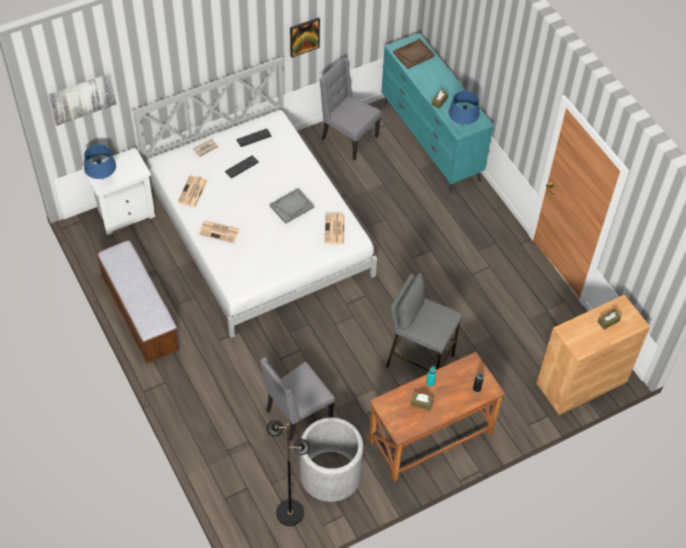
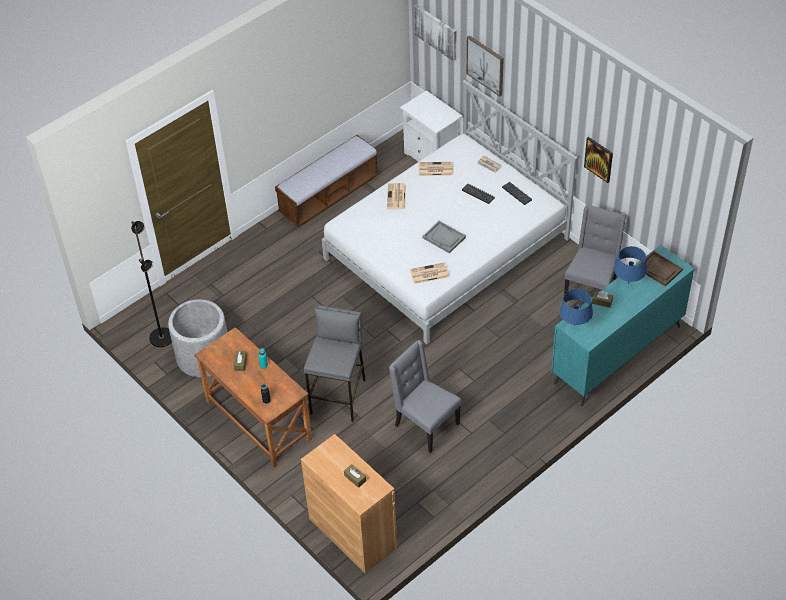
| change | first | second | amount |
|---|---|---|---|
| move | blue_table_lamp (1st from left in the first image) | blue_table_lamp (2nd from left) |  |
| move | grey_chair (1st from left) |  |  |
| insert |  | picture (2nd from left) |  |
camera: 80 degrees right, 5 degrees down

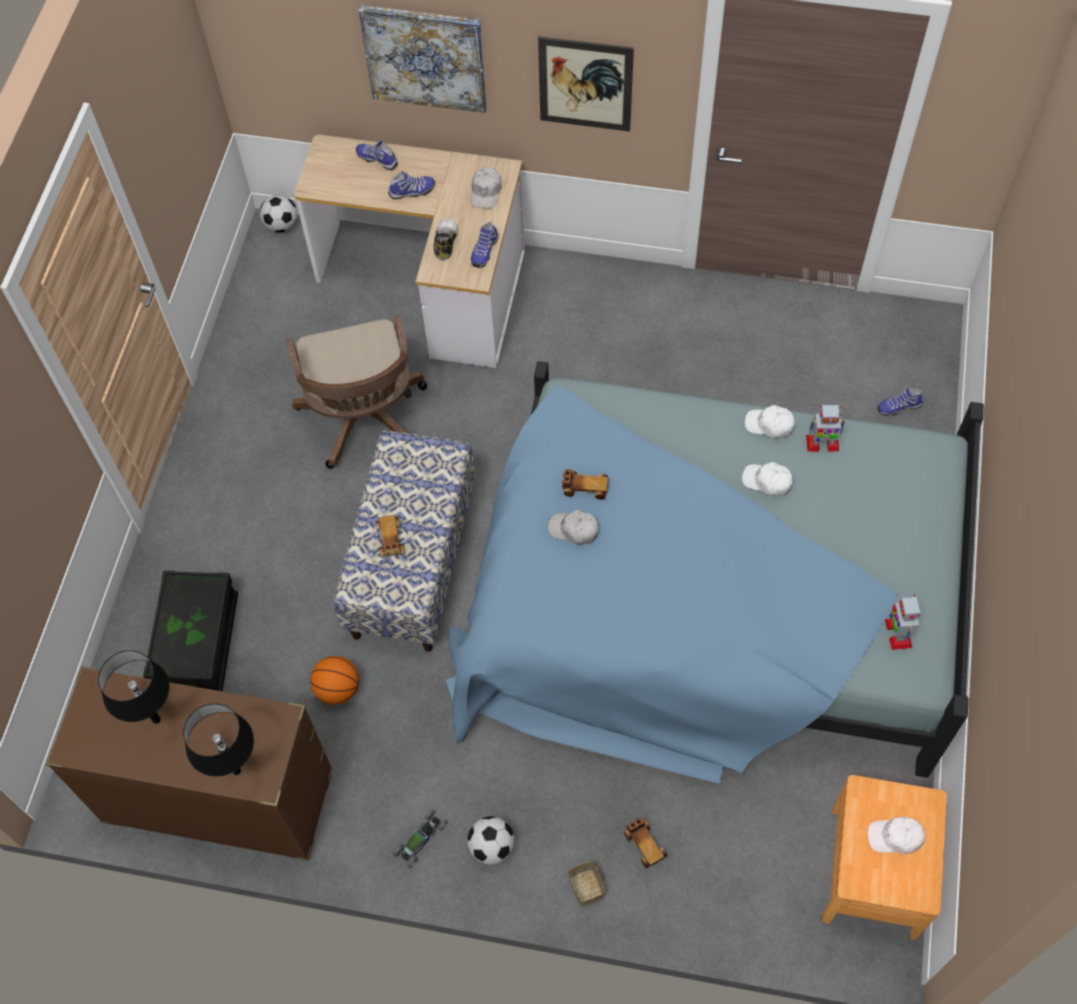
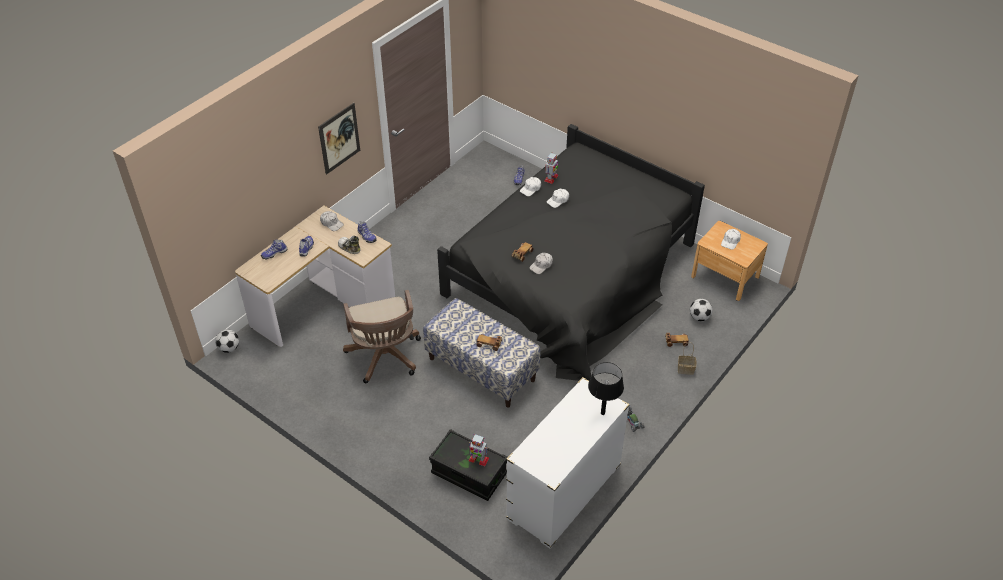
| change | first | second | amount |
|---|---|---|---|
| delete | picture (1st from left) |  |  |
| rotate | brown_office_chair |  | 60 degrees clockwise |
| recolor | blue_bed | black_bed |  |
| move | toy_robot (2nd from left in the first image) | toy_robot (1st from left) |  |
| delete | black_table_lamp (1st from left) |  |  |
| delete | basketball |  |  |
| recolor | brown_dresser | white_dresser |  |
| move | football (2nd from left) |  |  |
camera: 65 degrees left, 15 degrees down

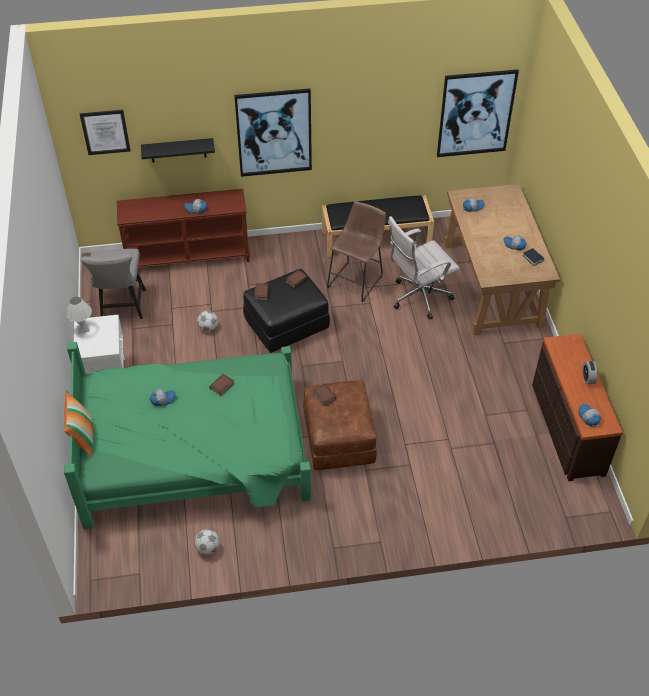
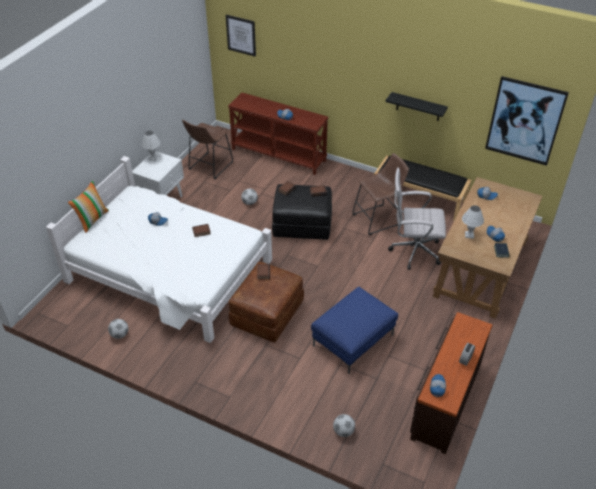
| change | first | second | amount |
|---|---|---|---|
| delete | picture (2nd from left) |  |  |
| move | black_shelf |  |  |
| replace | grey_chair | brown_stool (1st from left) |  |
| recolor | green_bed | white_bed |  |
| insert |  | white_table_lamp (2nd from left) |  |
| insert |  | blue_ottoman |  |
| insert |  | football (3rd from left) |  |
camera: 35 degrees right, 5 degrees down

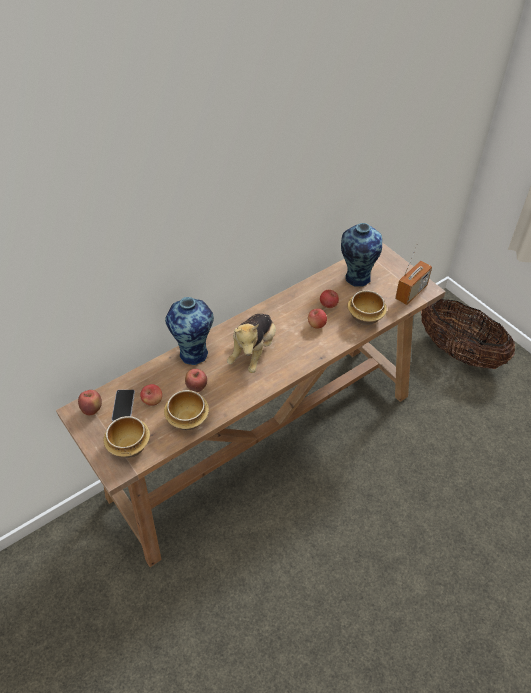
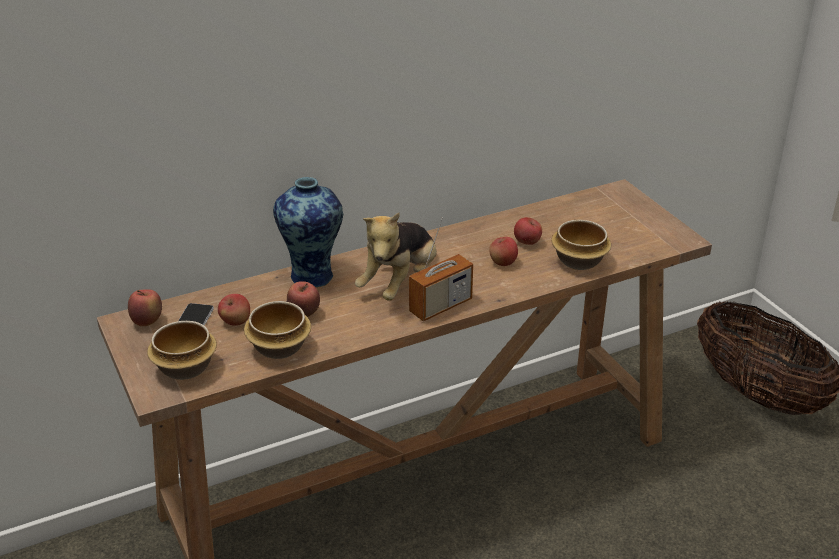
| change | first | second | amount |
|---|---|---|---|
| delete | vase (2nd from left) |  |  |
| move | radio |  |  |
camera: 10 degrees right, 15 degrees down

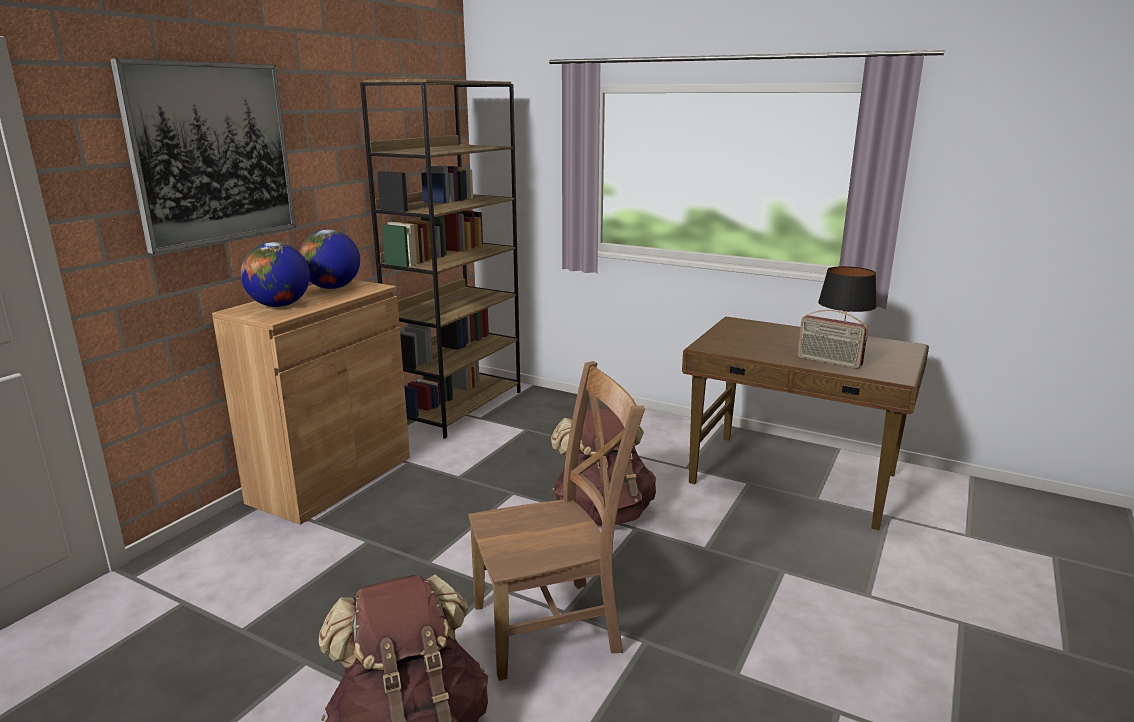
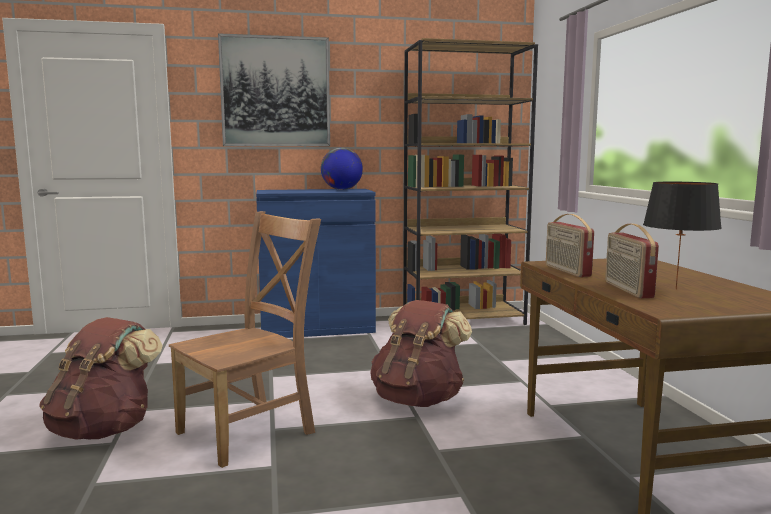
| change | first | second | amount |
|---|---|---|---|
| delete | globe (1st from left) |  |  |
| recolor | brown_cabinet | blue_cabinet |  |
| rotate | brown_chair |  | 75 degrees counterclockwise |
| insert |  | radio (1st from left) |  |
camera: 50 degrees right, 10 degrees down

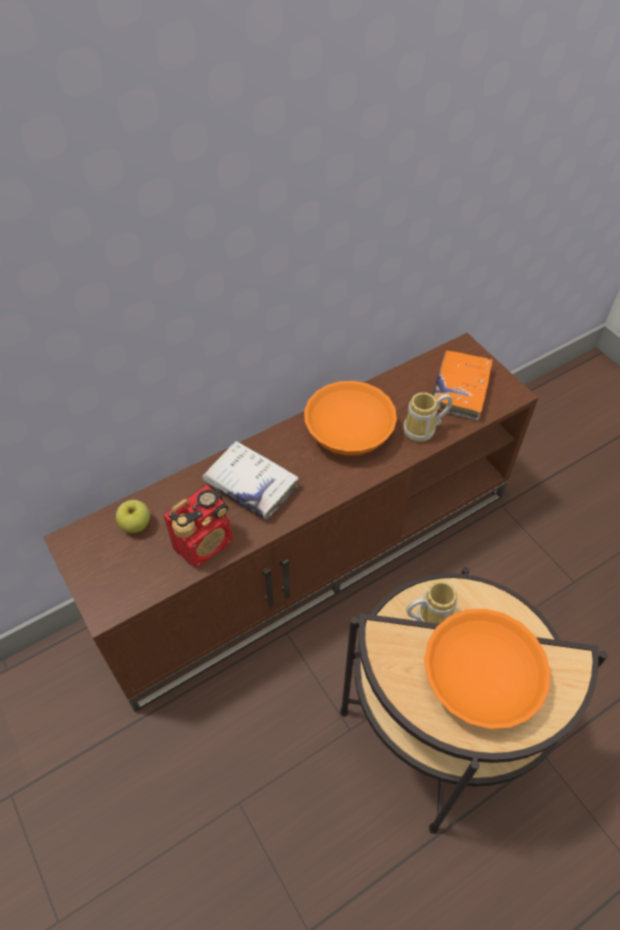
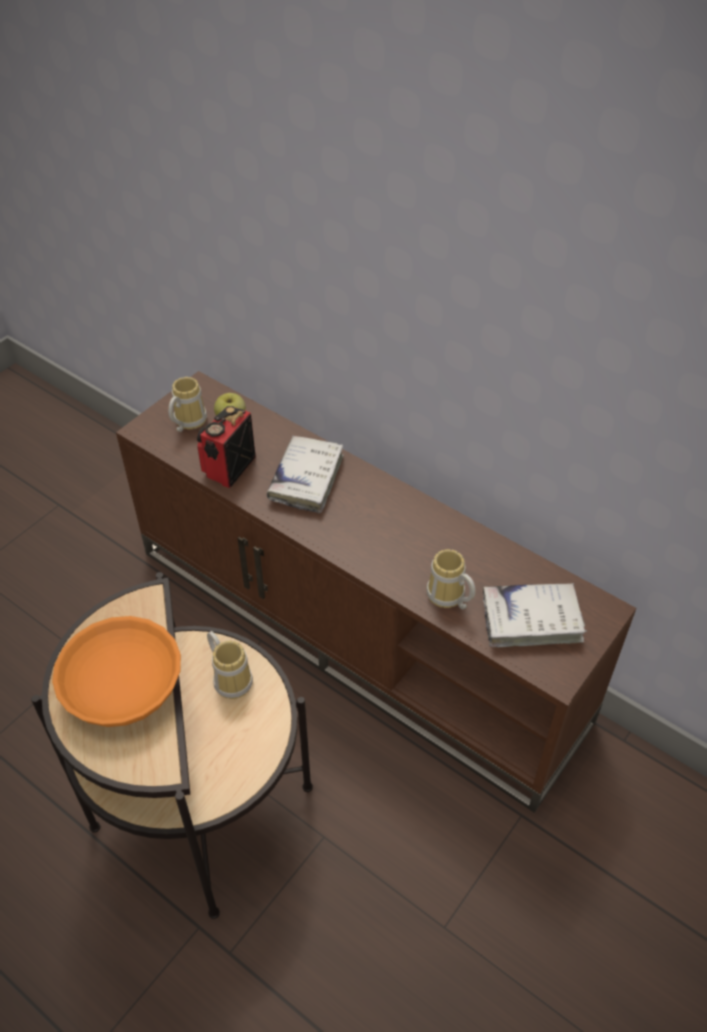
| change | first | second | amount |
|---|---|---|---|
| recolor | orange_book | white_book (2nd from left) |  |
| delete | orange_bowl (1st from left) |  |  |
| rotate | radio |  | 90 degrees clockwise |
| insert |  | mug (1st from left) |  |
camera: 70 degrees right, 5 degrees down

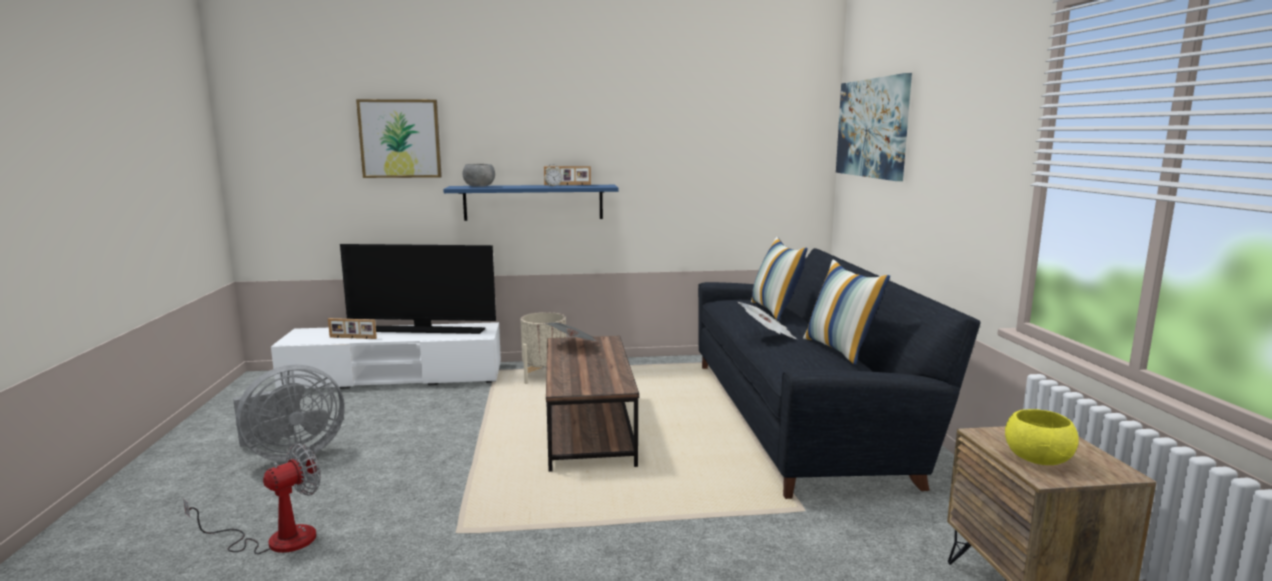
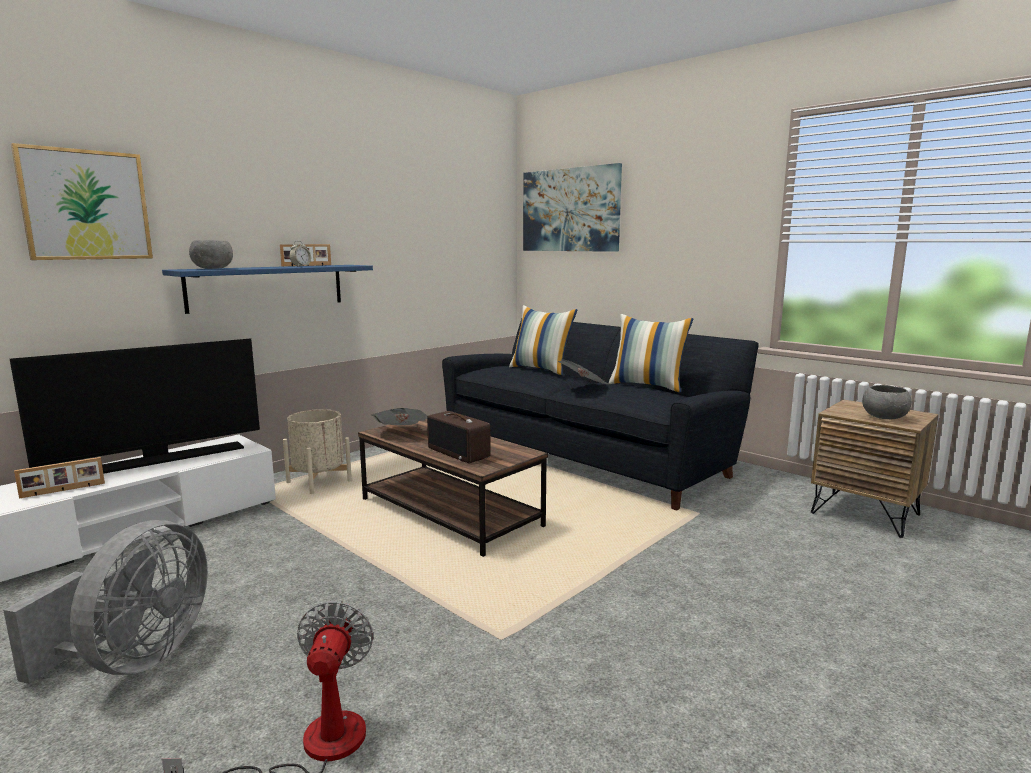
| change | first | second | amount |
|---|---|---|---|
| recolor | yellow_bowl | grey_bowl (2nd from left) |  |
| insert |  | radio |  |
camera: 40 degrees left, 0 degrees up

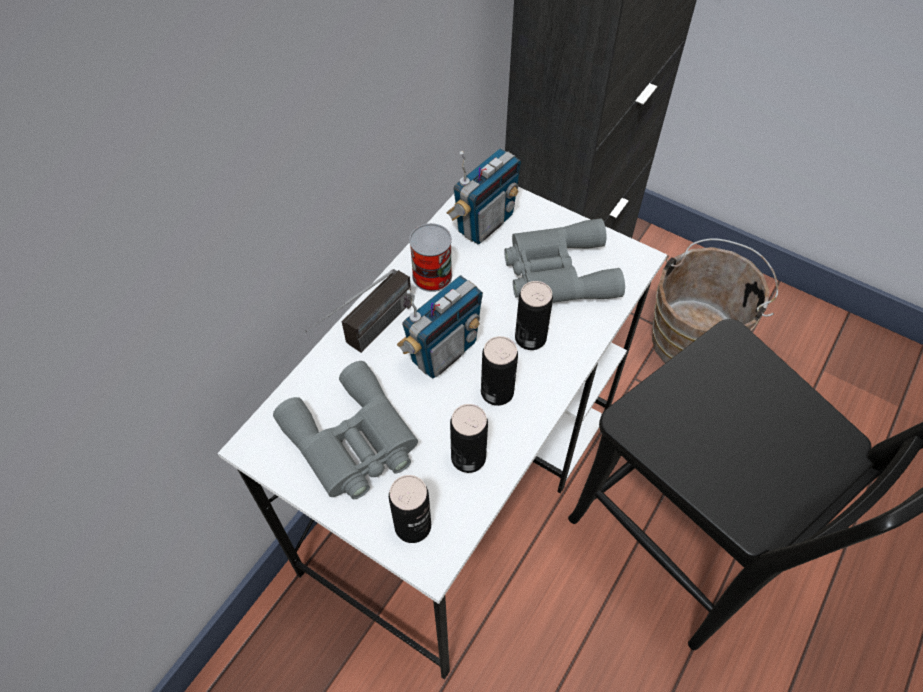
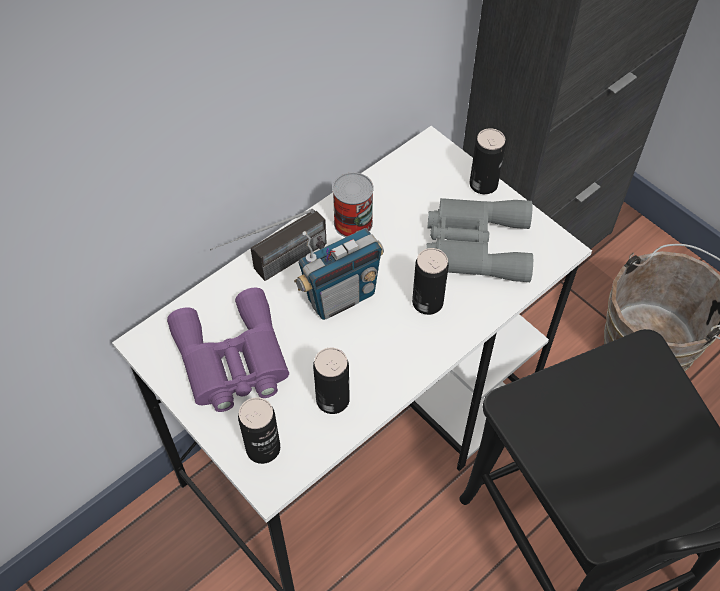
| change | first | second | amount |
|---|---|---|---|
| delete | radio (3rd from left) |  |  |
| move | can (4th from left in the first image) | can (5th from left) |  |
| recolor | grey_binoculars (1st from left) | purple_binoculars |  |
camera: 15 degrees right, 0 degrees up

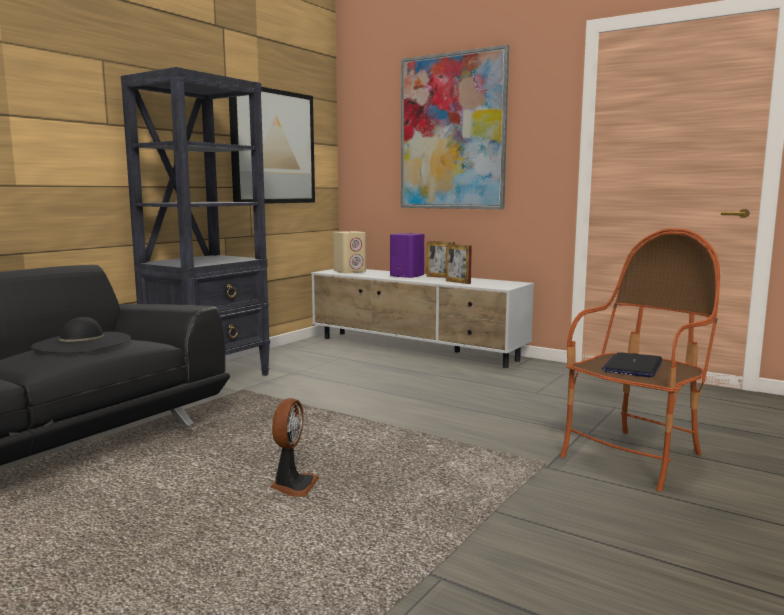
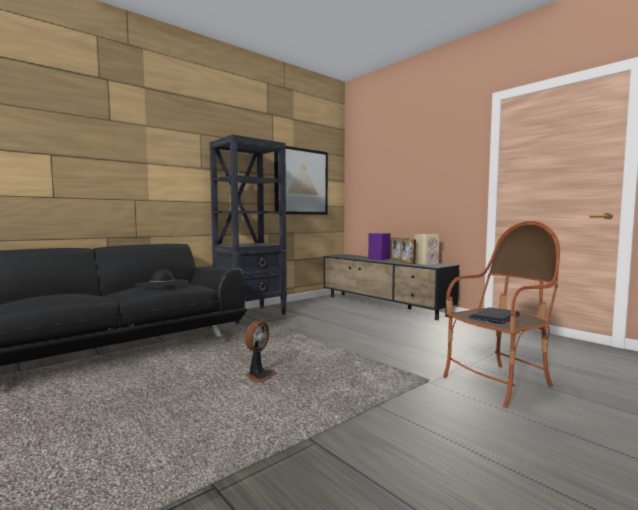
| change | first | second | amount |
|---|---|---|---|
| delete | picture (2nd from left) |  |  |
| move | beige_speaker |  |  |
| recolor | white_tv_stand | black_tv_stand |  |
camera: 15 degrees right, 5 degrees down

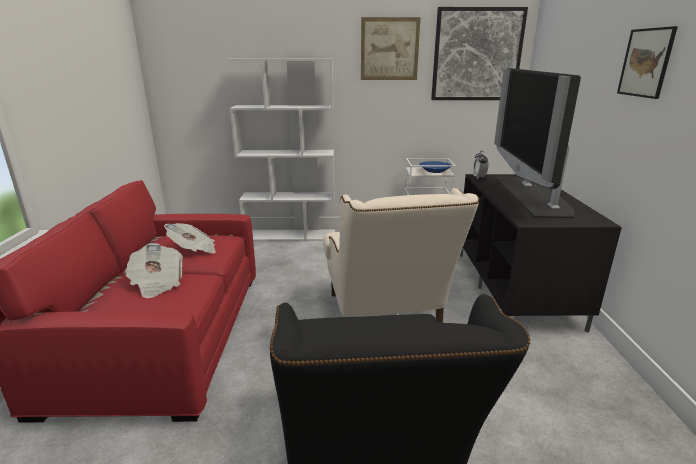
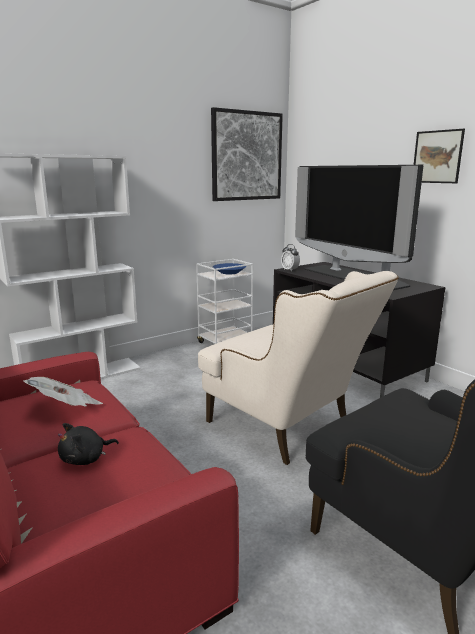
| change | first | second | amount |
|---|---|---|---|
| delete | picture (1st from left) |  |  |
| replace | newspaper (1st from left) | black_plush_toy |  |
camera: 35 degrees left, 5 degrees down

